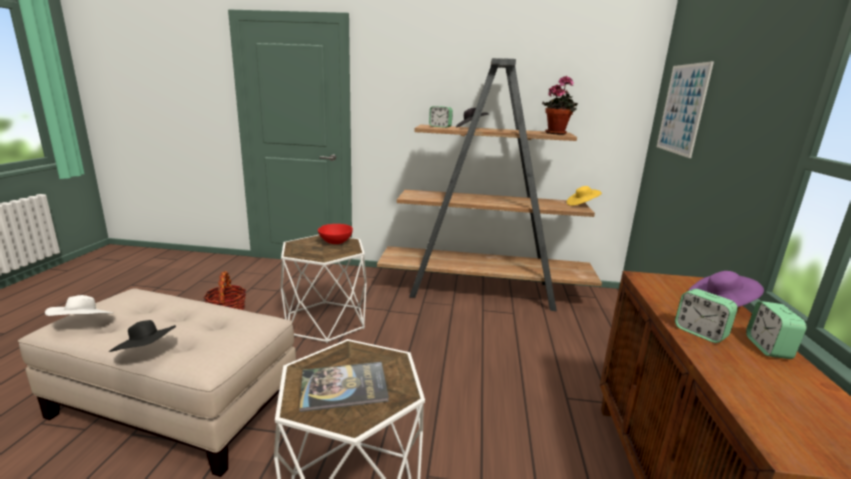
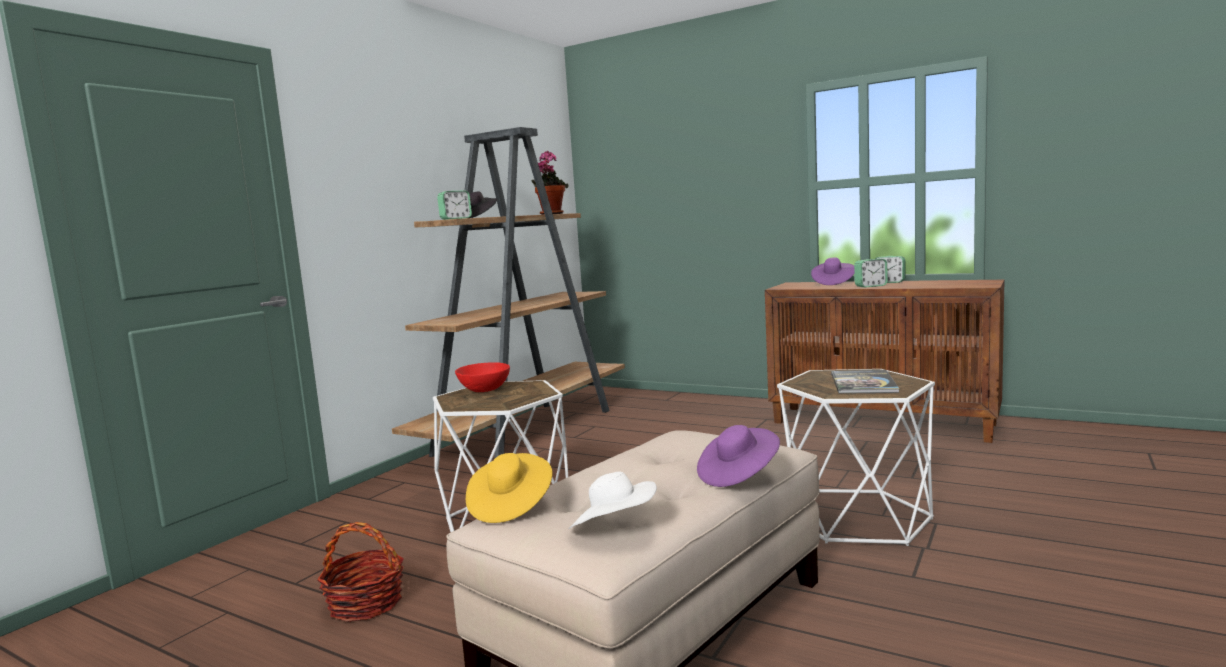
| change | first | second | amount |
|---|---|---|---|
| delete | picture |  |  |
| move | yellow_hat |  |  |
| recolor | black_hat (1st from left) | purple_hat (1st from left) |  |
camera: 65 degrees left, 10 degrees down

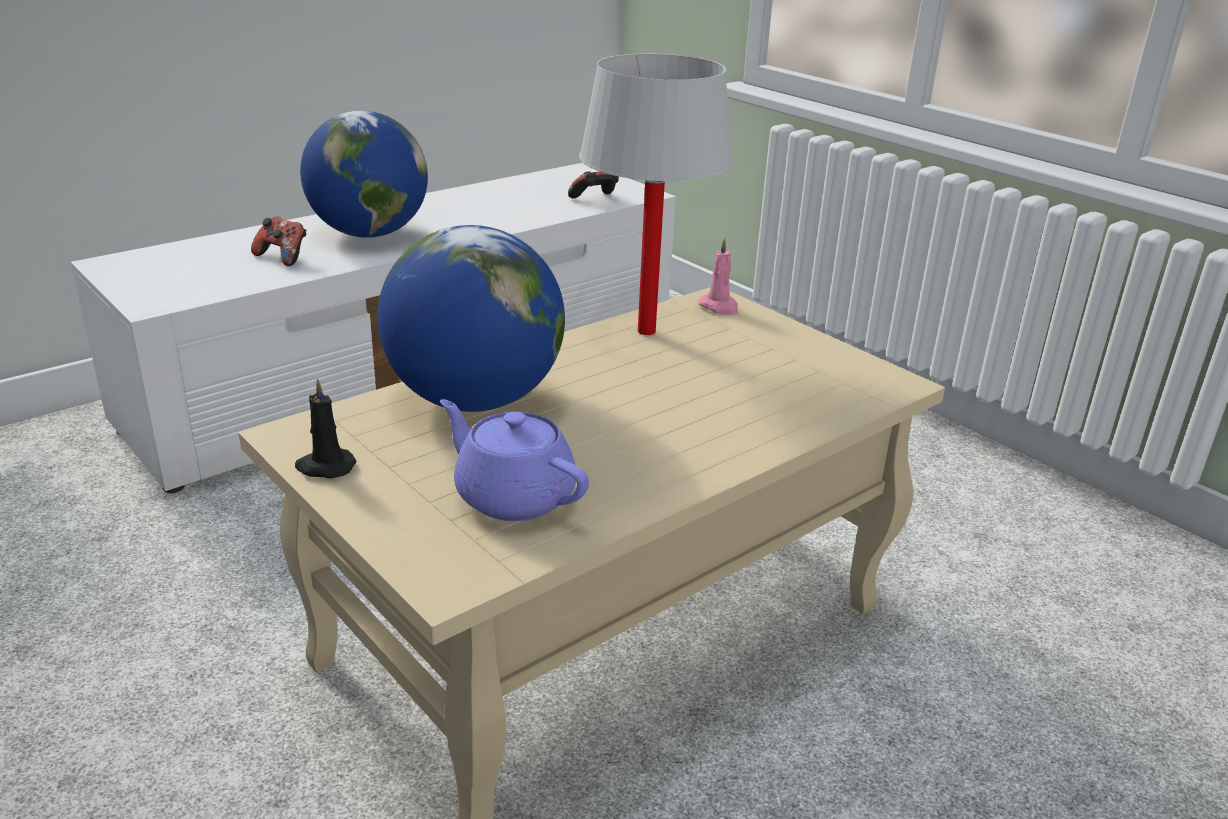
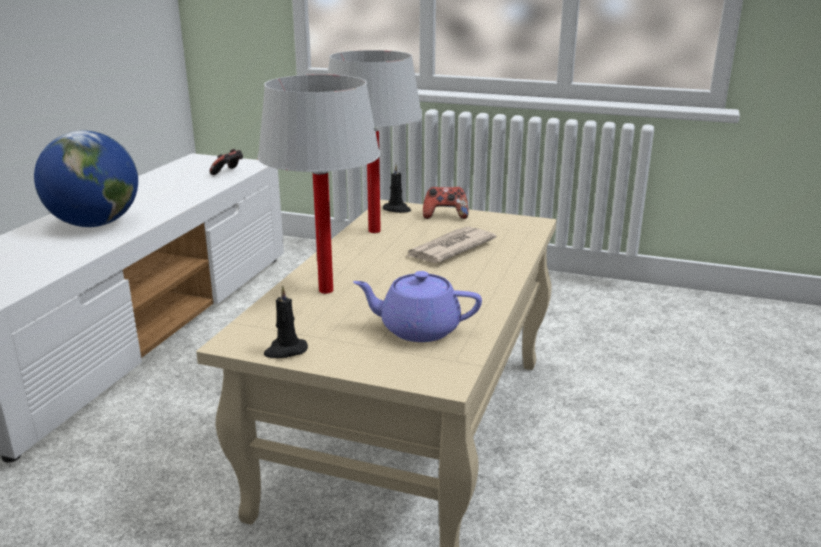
| change | first | second | amount |
|---|---|---|---|
| move | game_controller (1st from left in the first image) | game_controller (2nd from left) |  |
| replace | globe (2nd from left) | white_table_lamp (1st from left) |  |
| recolor | pink_candle | black_candle (2nd from left) |  |
| insert |  | newspaper |  |
camera: 30 degrees left, 5 degrees down

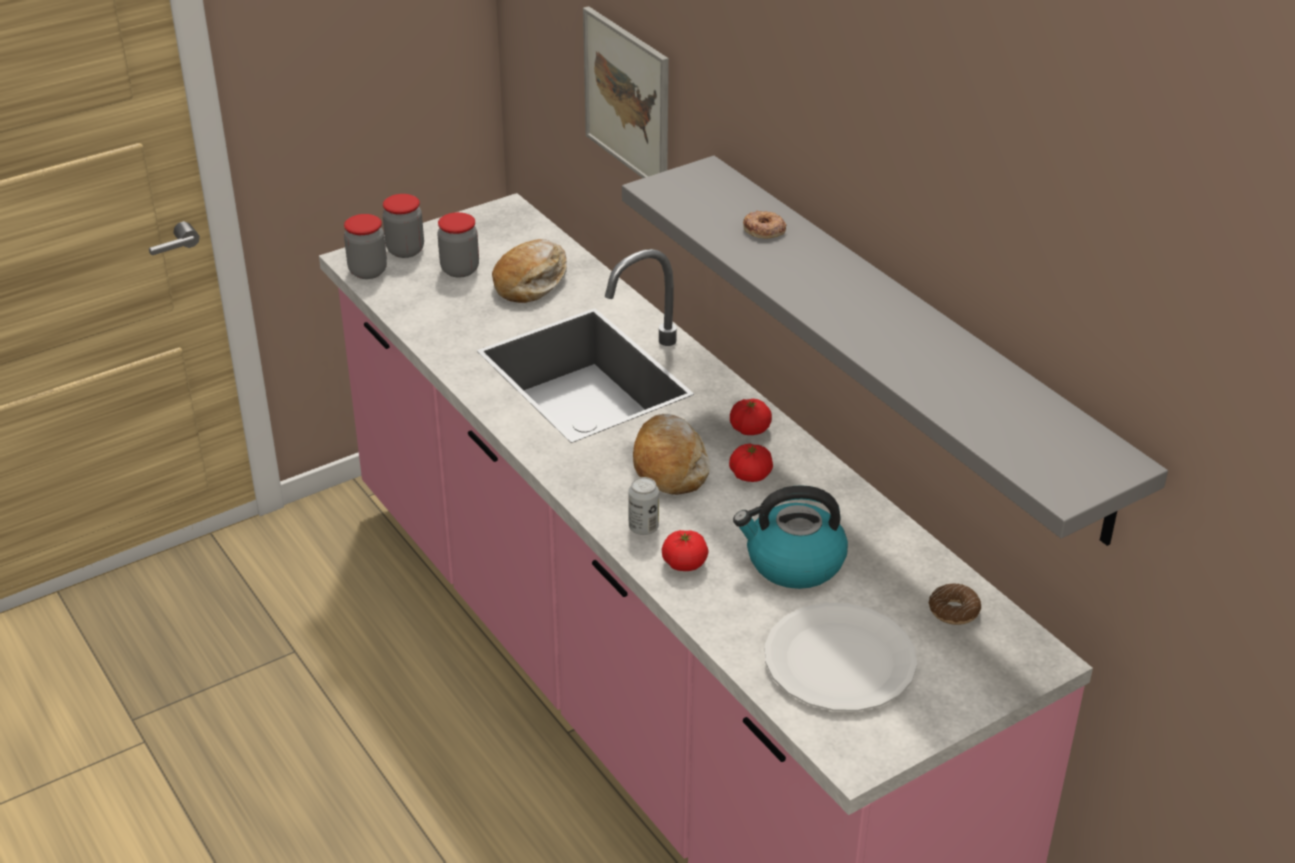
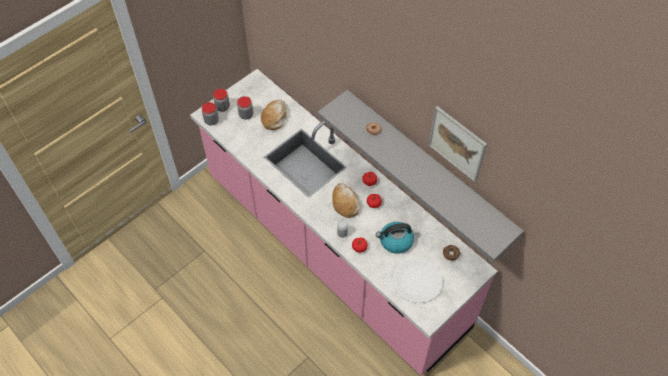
| change | first | second | amount |
|---|---|---|---|
| move | picture |  |  |
camera: 10 degrees left, 20 degrees up

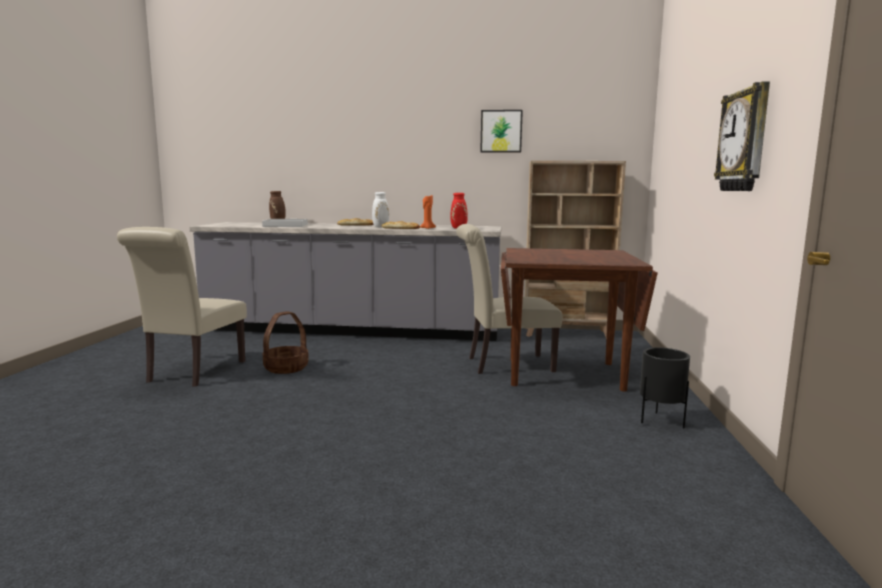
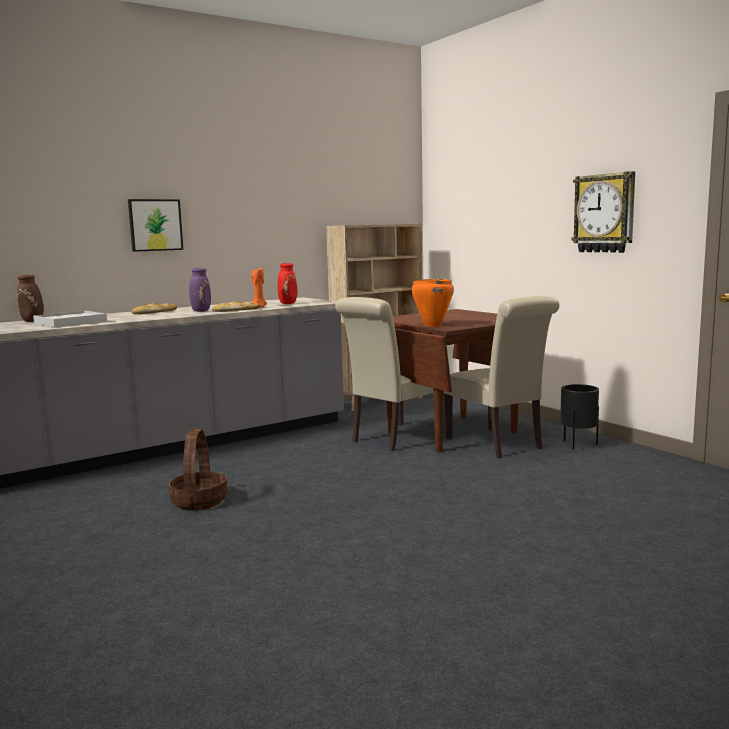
| change | first | second | amount |
|---|---|---|---|
| move | picture |  |  |
| recolor | white_vase | purple_vase |  |
| move | beige_chair (1st from left in the first image) | beige_chair (2nd from left) |  |
| insert |  | orange_cooking_pot |  |
camera: 40 degrees left, 0 degrees up

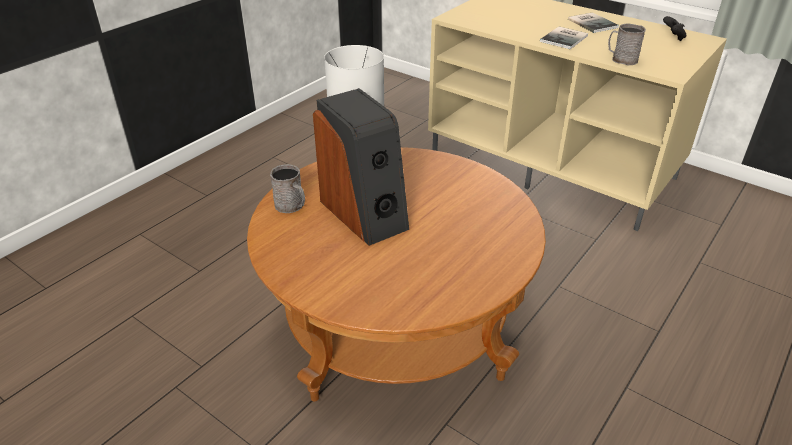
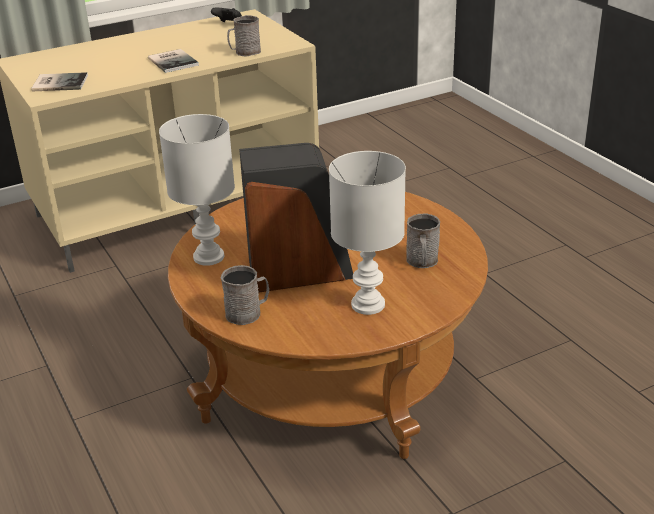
| change | first | second | amount |
|---|---|---|---|
| move | book (2nd from left in the first image) | book (1st from left) |  |
| insert |  | white_table_lamp (2nd from left) |  |
| insert |  | grey_mug (3rd from left) |  |
camera: 65 degrees left, 5 degrees down

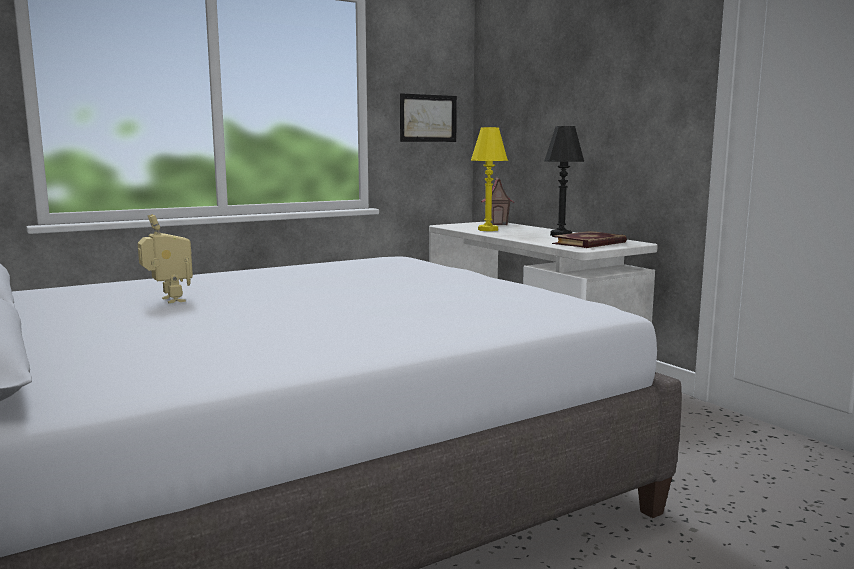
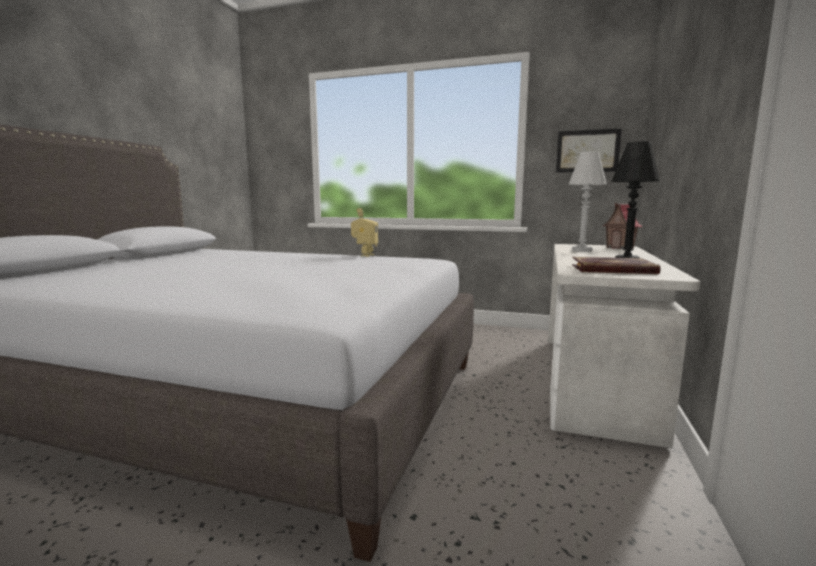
| change | first | second | amount |
|---|---|---|---|
| recolor | yellow_table_lamp | white_table_lamp |  |
| move | toy_robot |  |  |
camera: 50 degrees right, 0 degrees up

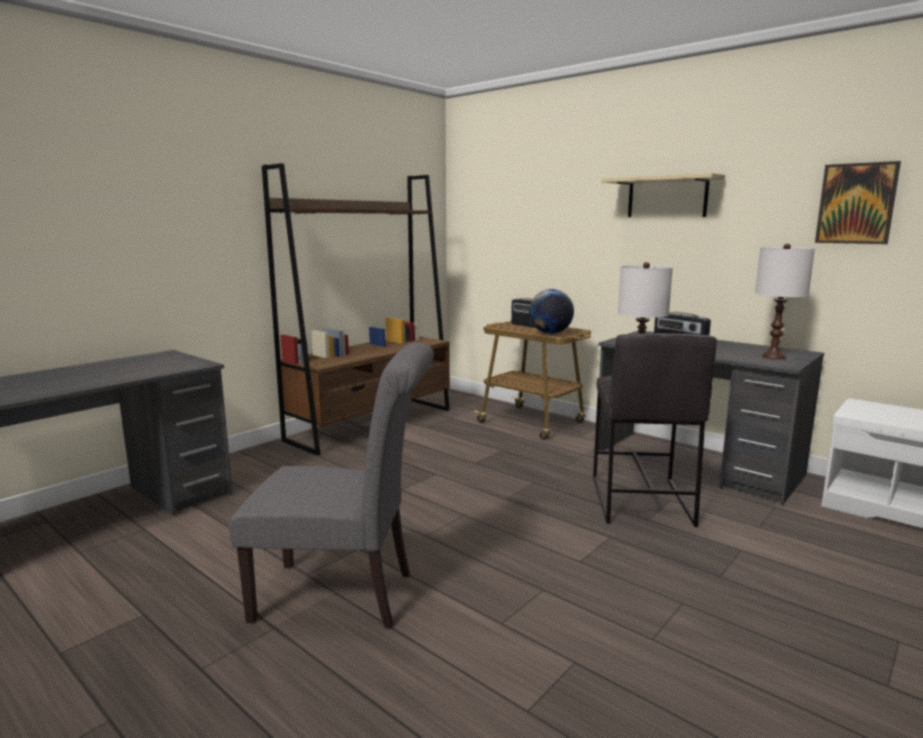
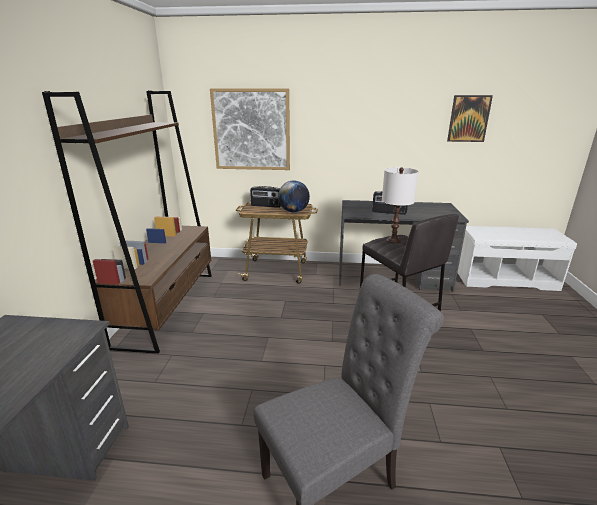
| change | first | second | amount |
|---|---|---|---|
| delete | beige_shelf |  |  |
| delete | white_table_lamp (2nd from left) |  |  |
| insert |  | picture (1st from left) |  |
camera: 35 degrees left, 10 degrees up

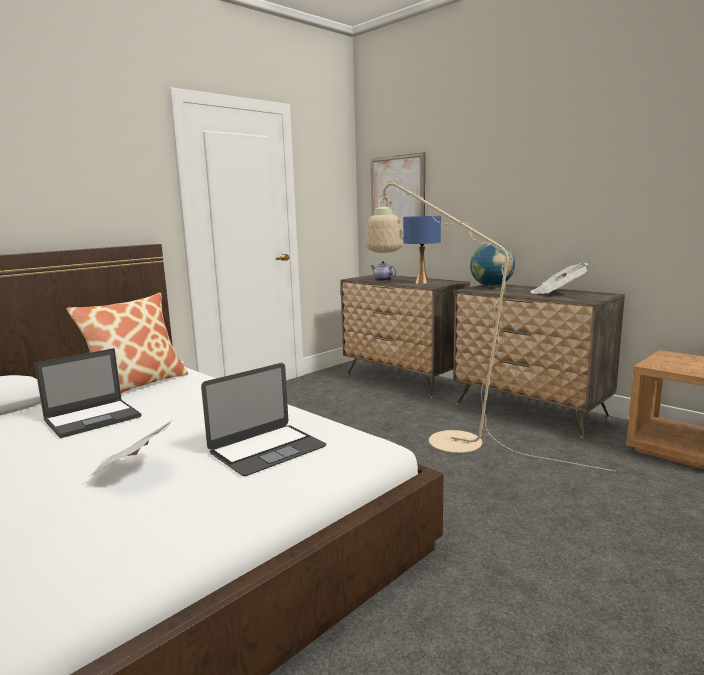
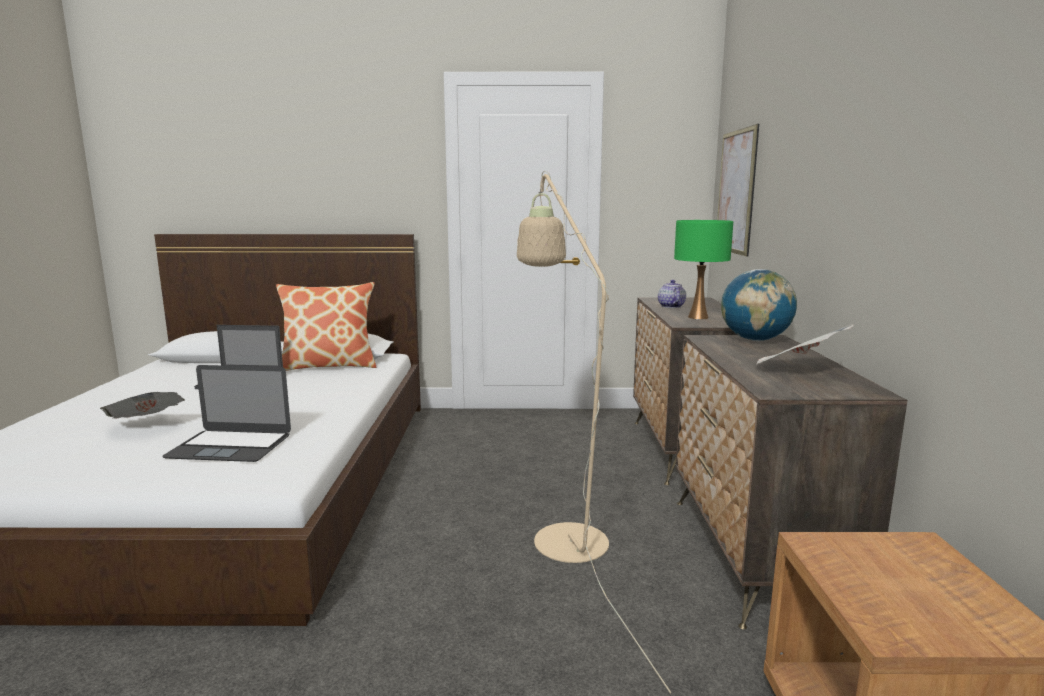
| change | first | second | amount |
|---|---|---|---|
| recolor | blue_table_lamp | green_table_lamp |  |
camera: 45 degrees right, 0 degrees up

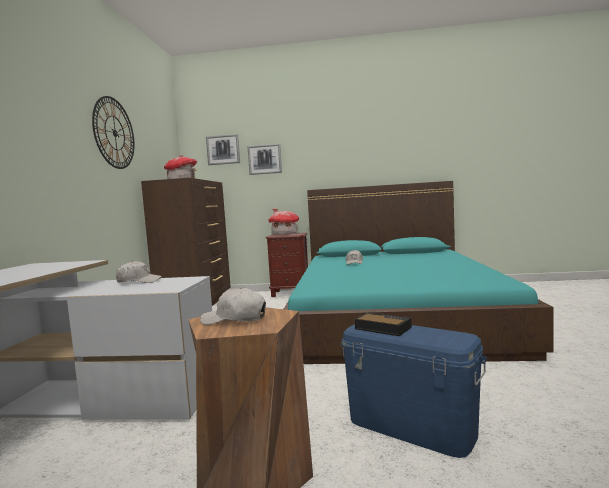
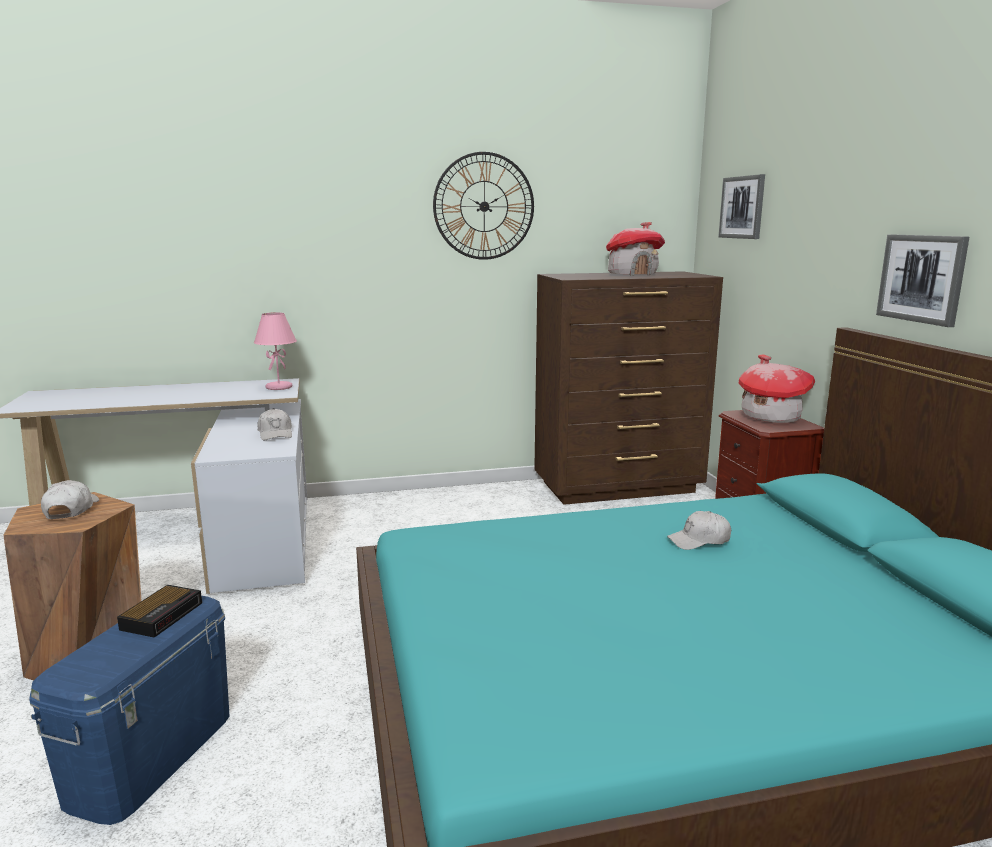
| change | first | second | amount |
|---|---|---|---|
| move | picture (2nd from left) |  |  |
| insert |  | pink_table_lamp |  |
camera: 70 degrees right, 10 degrees up

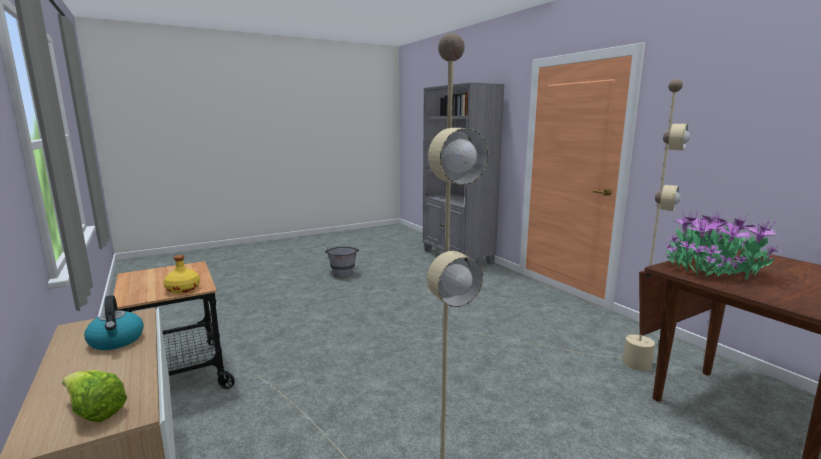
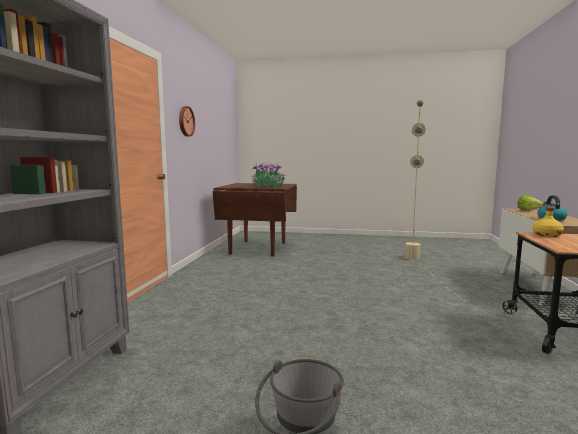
| change | first | second | amount |
|---|---|---|---|
| delete | beige_floor_lamp (2nd from left) |  |  |
| insert |  | wall_clock |  |
camera: 140 degrees left, 5 degrees down

